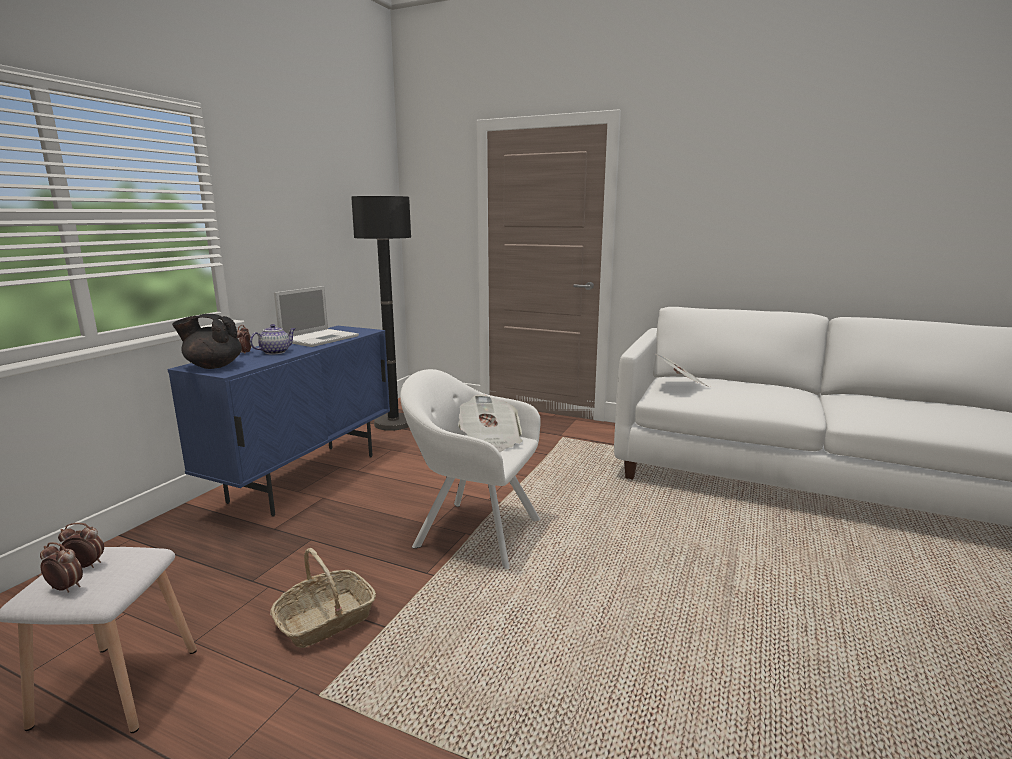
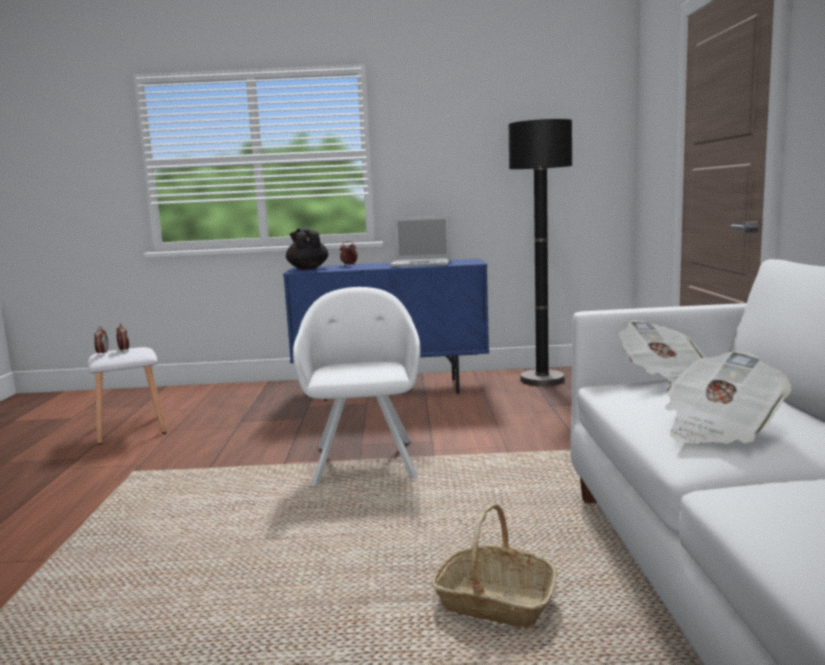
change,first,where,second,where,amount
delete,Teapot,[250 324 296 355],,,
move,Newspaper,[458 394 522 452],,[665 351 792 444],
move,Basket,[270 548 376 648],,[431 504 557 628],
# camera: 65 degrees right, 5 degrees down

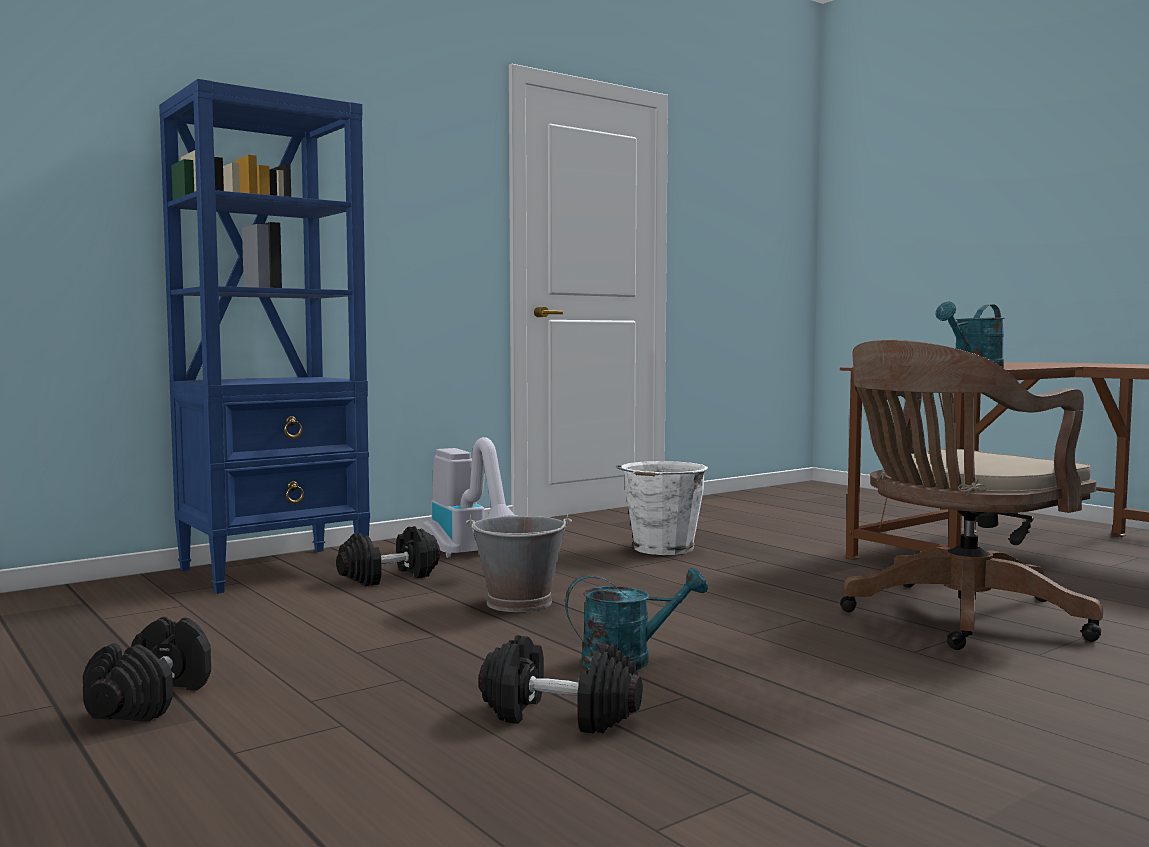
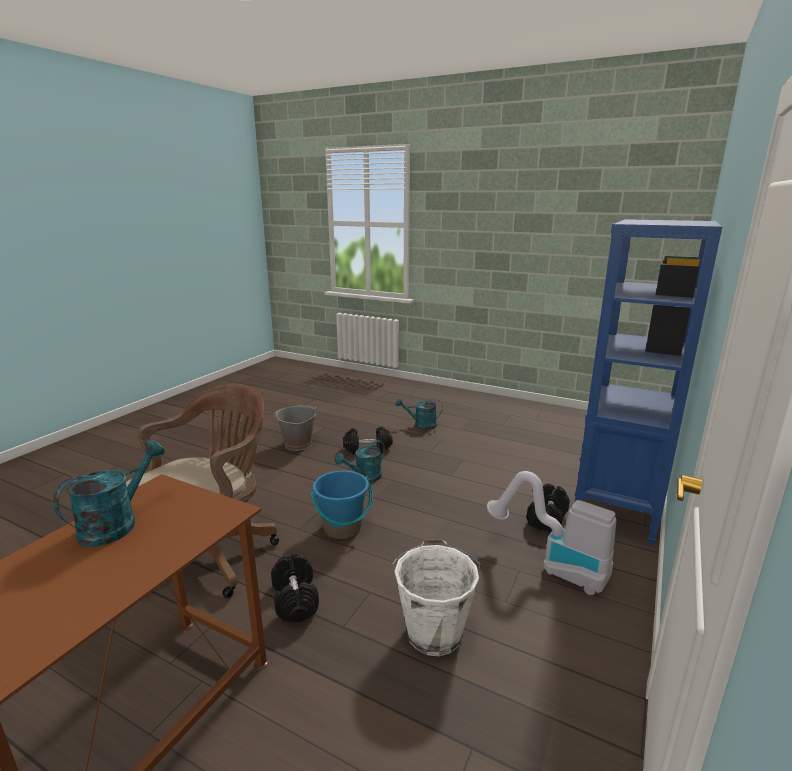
change,first,where,second,where,amount
move,GreyBucket,[466 514 572 612],,[274 405 317 451],
move,BlackDumbbell,[83 617 211 722],,[271 553 319 623],
insert,,,TurquoiseWateringCan,[395 398 443 430],
insert,,,BlueBucket,[311 471 372 539],
# camera: 155 degrees right, 15 degrees up

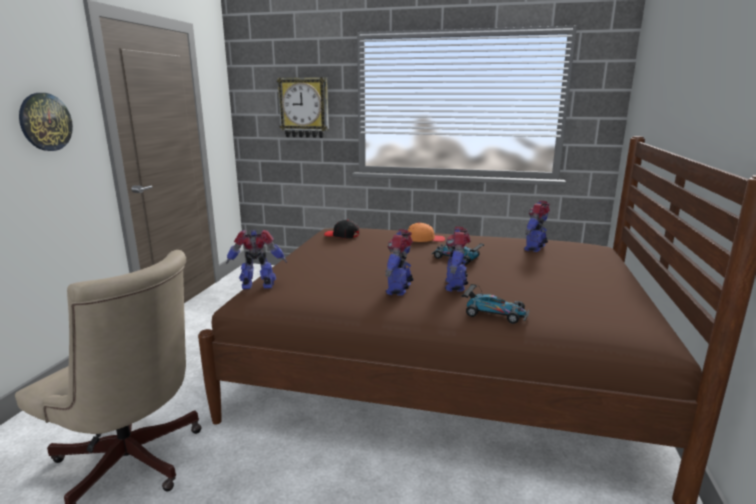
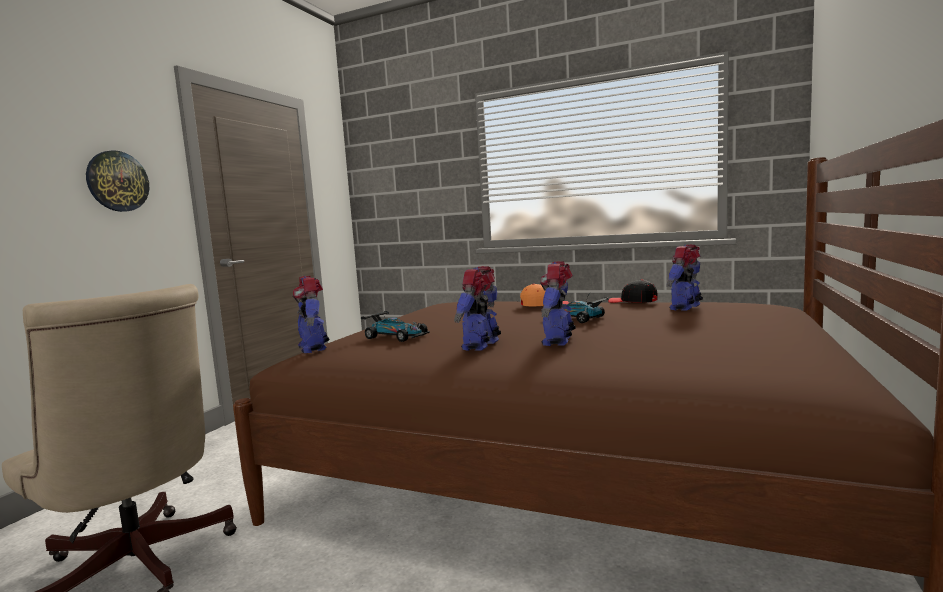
change,first,where,second,where,amount
delete,WallClock,[277 77 329 138],,,
move,BlackCap,[324 220 359 238],,[608 279 658 303],
rotate,ToyRobot,[226 230 287 289],,[293 276 329 353],120 degrees counterclockwise
move,ToyCar,[461 284 530 324],,[361 309 430 342],
# camera: 10 degrees right, 10 degrees down

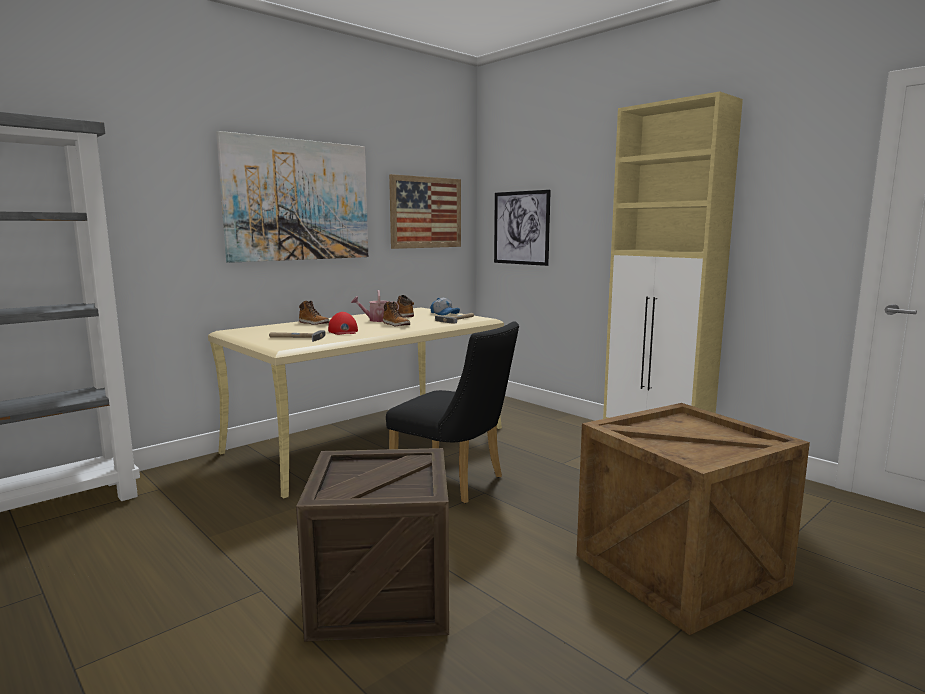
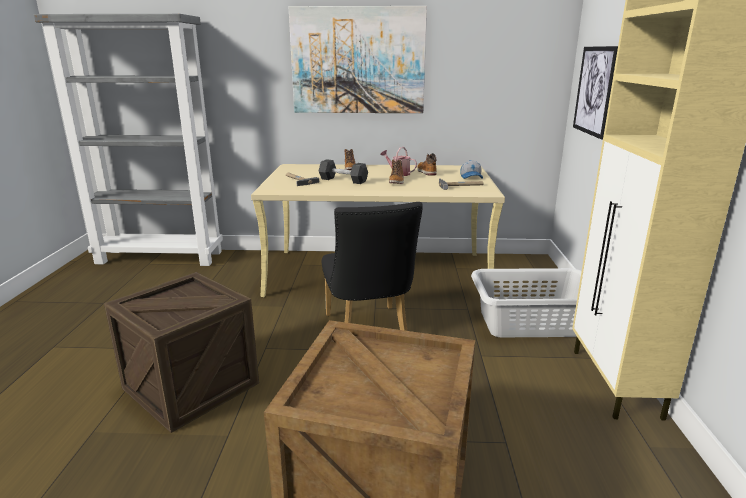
change,first,where,second,where,amount
delete,Picture,[389 174 461 249],,,
replace,RedCap,[328 312 358 335],BlackDumbbell,[319 159 368 184],
insert,,,GreyLaundryBasket,[471 268 582 337],
# camera: 45 degrees right, 10 degrees up

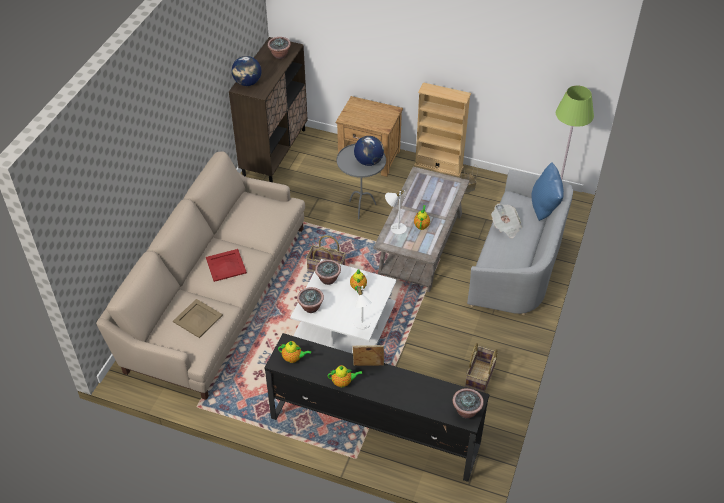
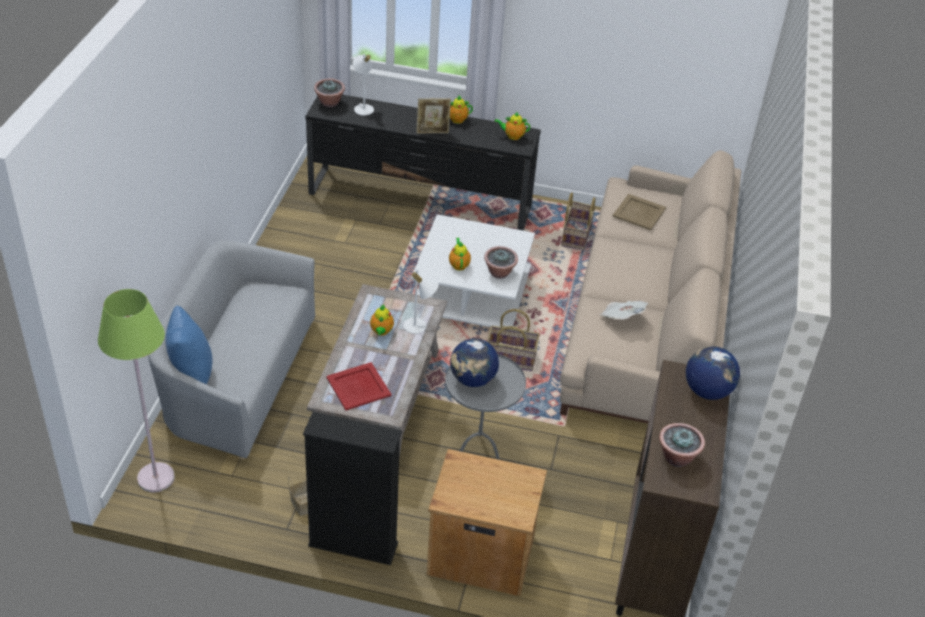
change,first,where,second,where,amount
recolor,BeigeBookcase,[414 82 471 177],BlackBookcase,[303 412 402 565],
move,Newspaper,[491 203 522 238],,[600 301 648 320],
move,RedTray,[206 249 247 282],,[326 362 391 411],
move,WhiteTableLamp,[354 285 372 329],,[353 54 374 115],
delete,PottedPlant,[297 287 324 313],,,
move,Basket,[465 343 498 393],,[561 193 596 251],
# camera: 170 degrees right, 5 degrees down

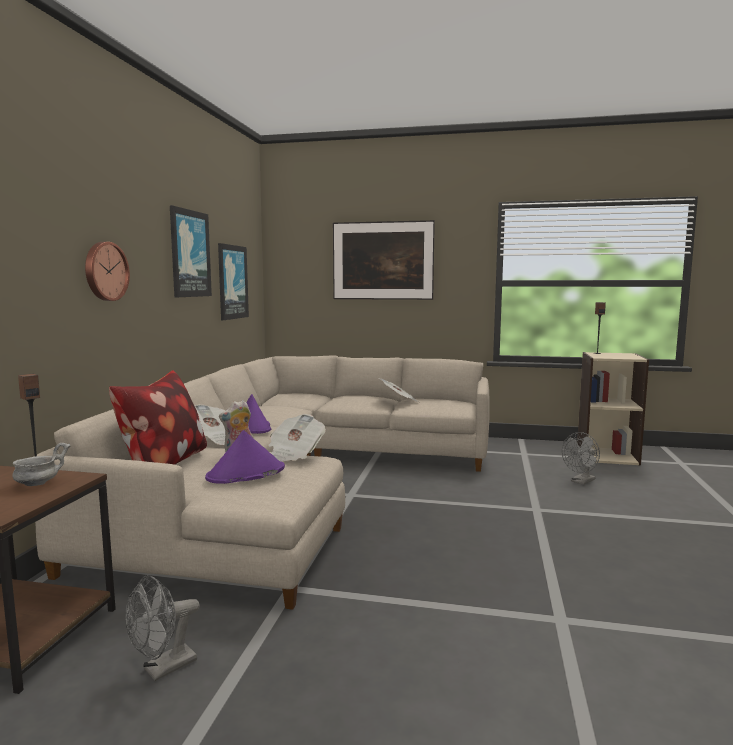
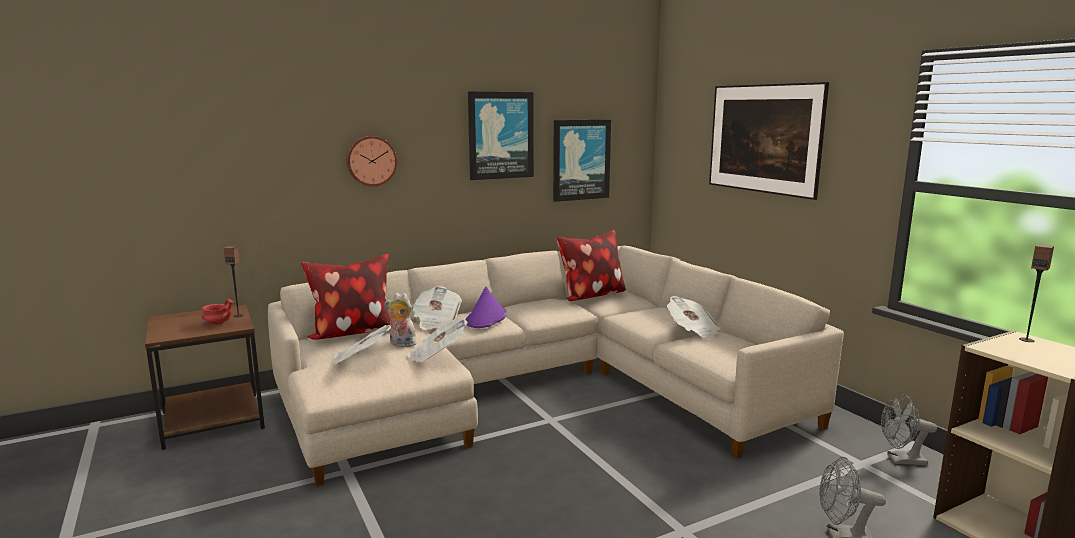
change,first,where,second,where,amount
replace,PurpleHat,[205 430 285 484],Newspaper,[333 325 391 365],
recolor,GreyBowl,[12 443 70 486],RedBowl,[202 299 234 325],
move,GreyFan,[125 575 200 681],,[881 394 937 465],
insert,,,Pillow,[556 230 626 301],
# camera: 50 degrees right, 5 degrees up

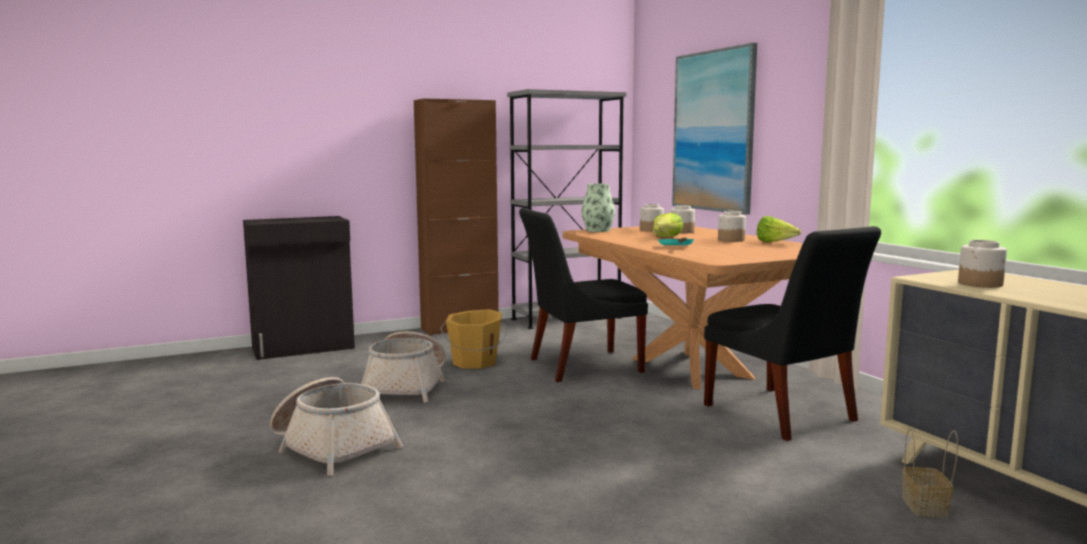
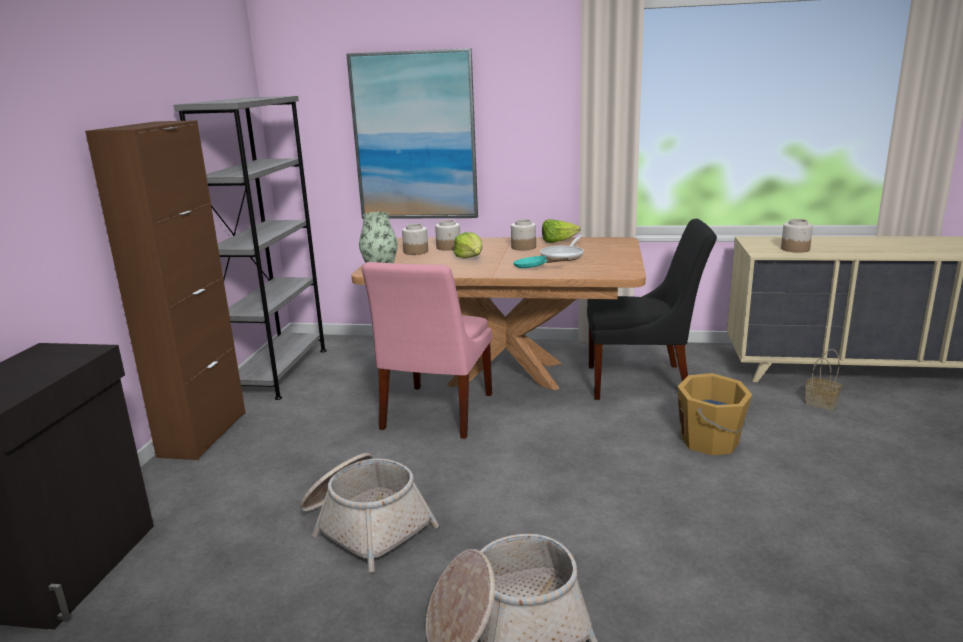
change,first,where,second,where,amount
recolor,BlackChair,[519 208 648 382],PinkChair,[362 262 492 439],
move,OrangeBucket,[440 309 508 368],,[677 373 752 455],
insert,,,FryingPan,[540 235 584 261],
# camera: 55 degrees left, 10 degrees up

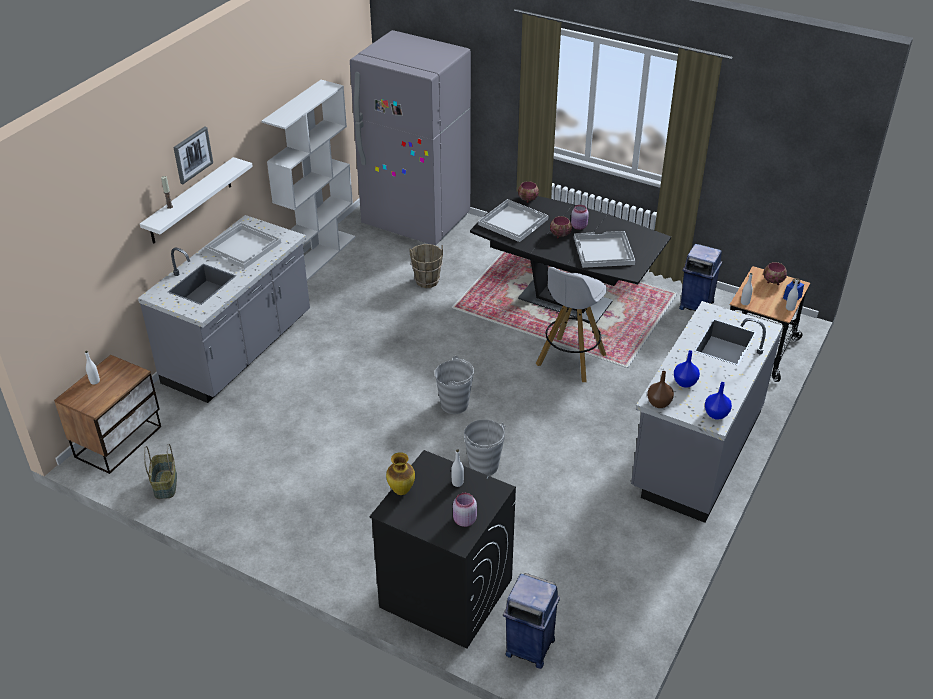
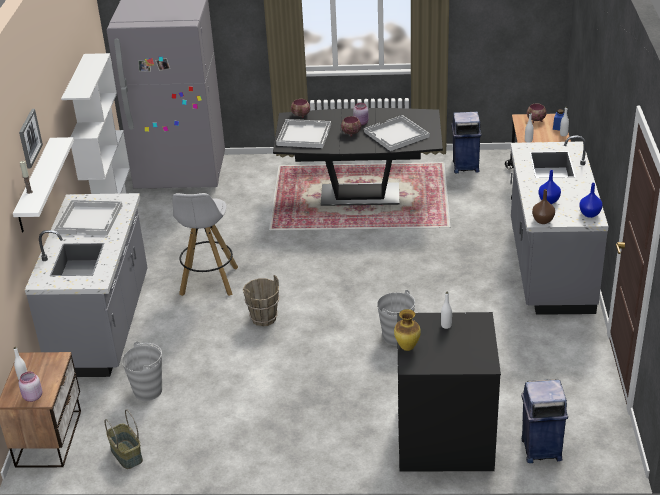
change,first,where,second,where,amount
move,BrownBucket,[409 244 443 288],,[243 275 279 326],
move,WhiteStool,[536 267 607 382],,[172 193 238 296],
move,GreyBucket,[435 356 474 414],,[122 341 162 401],
move,PinkJar,[453 493 477 527],,[18 371 42 402],
# camera: 25 degrees left, 5 degrees down

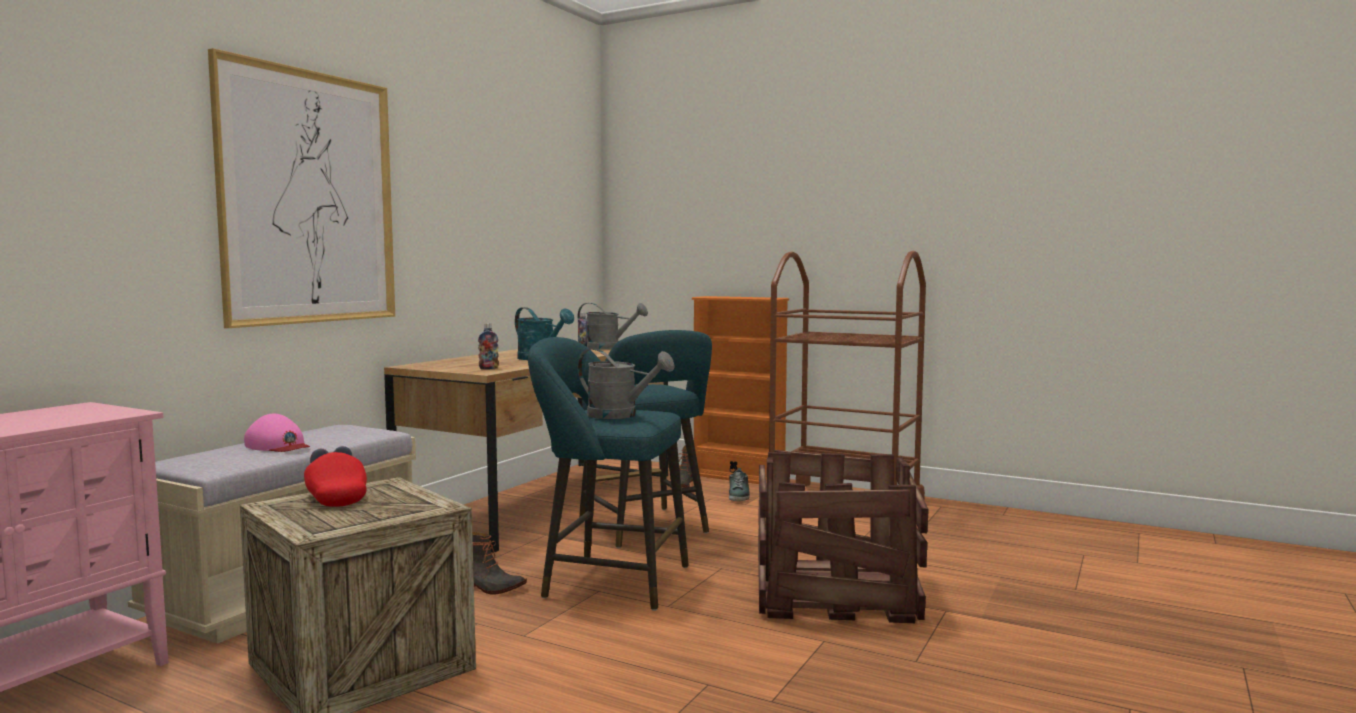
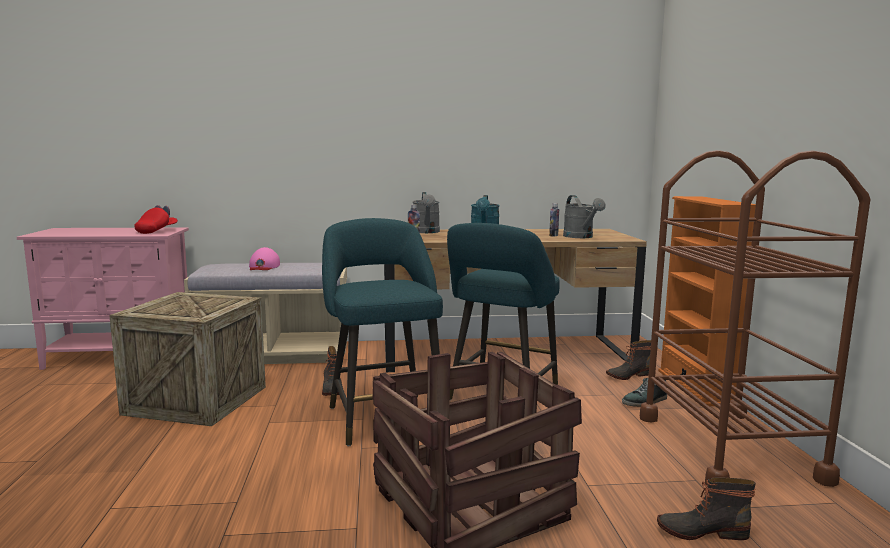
change,first,where,second,where,amount
delete,Picture,[208 48 395 328],,,
move,GreyWateringCan,[578 348 675 419],,[412 192 440 233],
move,RedCap,[304 446 367 507],,[134 205 178 234],
insert,,,Boot,[657 478 756 540],
# camera: 55 degrees right, 5 degrees up

